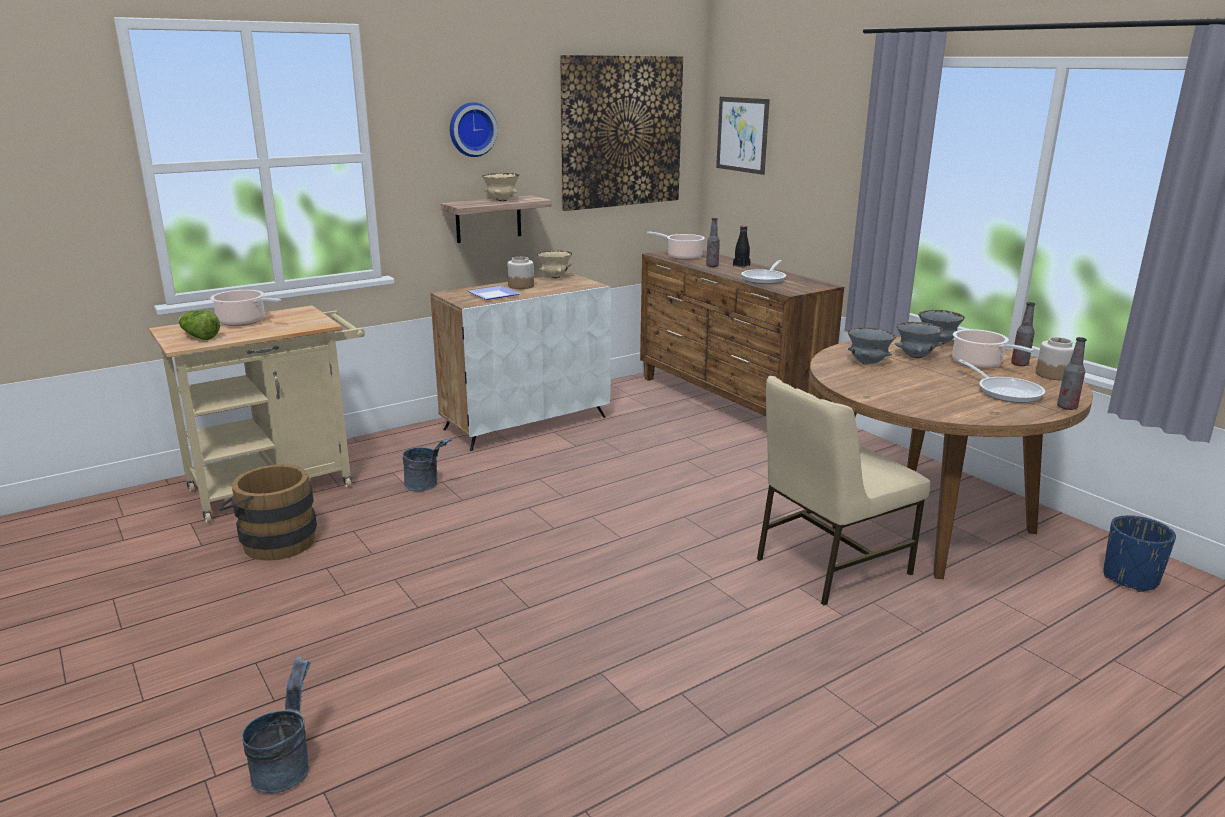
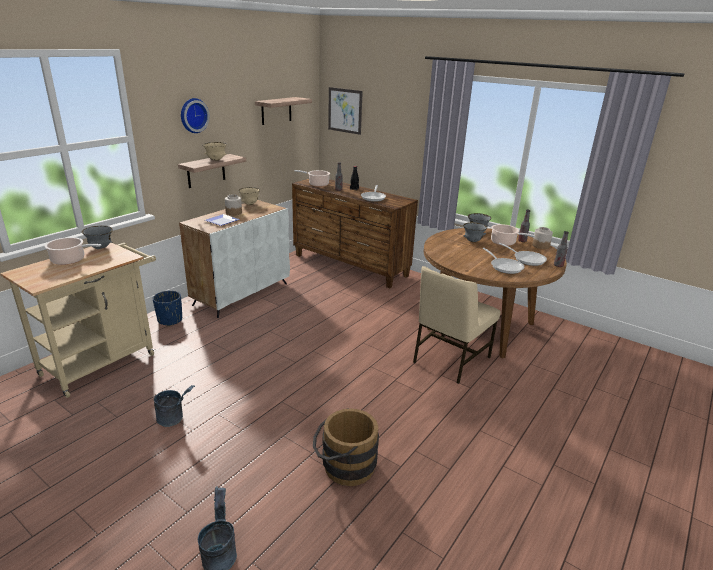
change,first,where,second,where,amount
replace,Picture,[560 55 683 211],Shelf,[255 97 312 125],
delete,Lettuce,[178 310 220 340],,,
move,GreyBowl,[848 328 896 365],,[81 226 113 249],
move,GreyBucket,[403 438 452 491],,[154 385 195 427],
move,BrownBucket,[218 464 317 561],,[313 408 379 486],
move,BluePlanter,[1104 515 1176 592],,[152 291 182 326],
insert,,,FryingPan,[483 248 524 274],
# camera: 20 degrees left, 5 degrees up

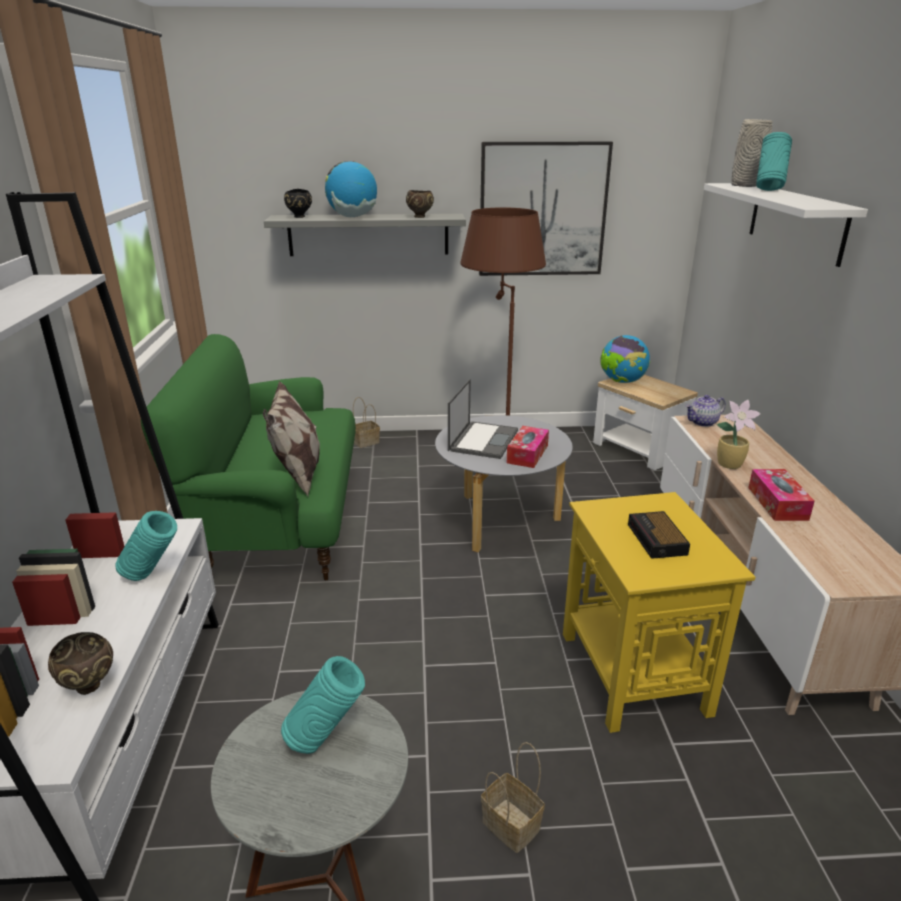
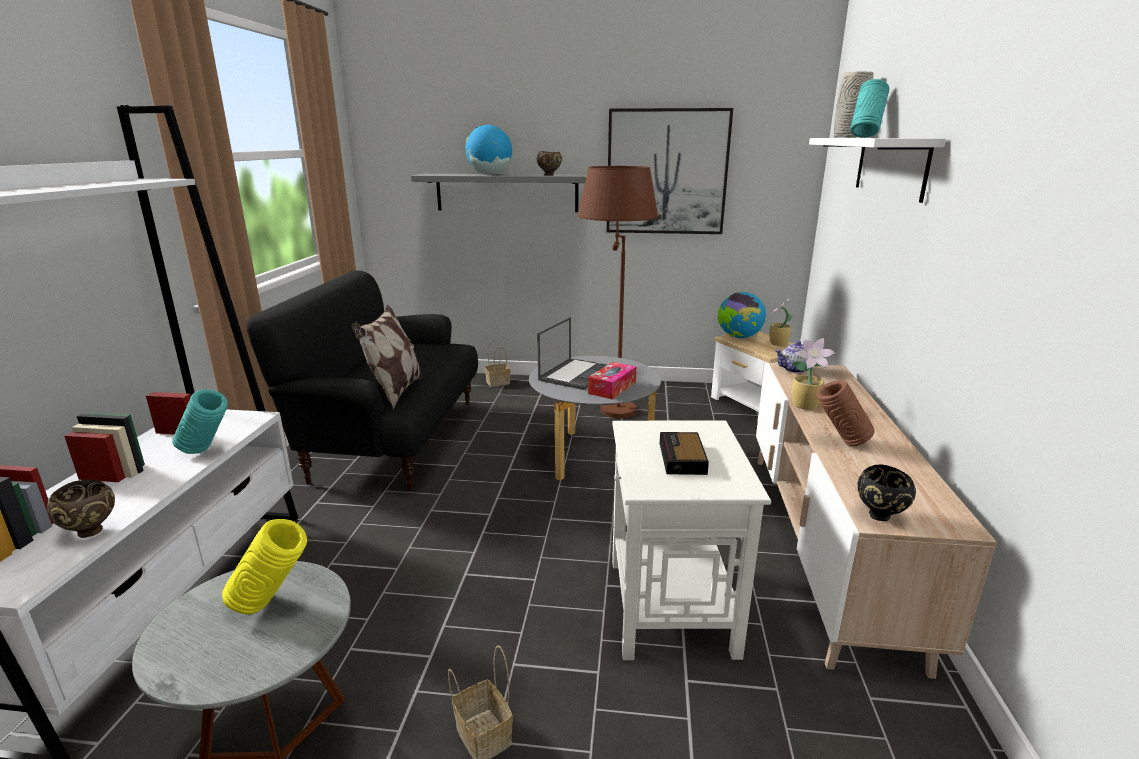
change,first,where,second,where,amount
move,BlackBowl,[284 189 312 218],,[858 464 916 521],
recolor,GreenSofa,[141 334 356 581],BlackSofa,[247 270 478 492],
replace,TissueBox,[748 469 815 521],BrownVase,[816 380 875 446],
recolor,YellowSideTable,[563 492 755 733],WhiteSideTable,[612 421 771 660],
recolor,TurquoiseVase,[281 656 365 754],YellowVase,[222 519 307 615],
insert,,,PottedPlant,[769 298 793 346],
# camera: 10 degrees right, 5 degrees down

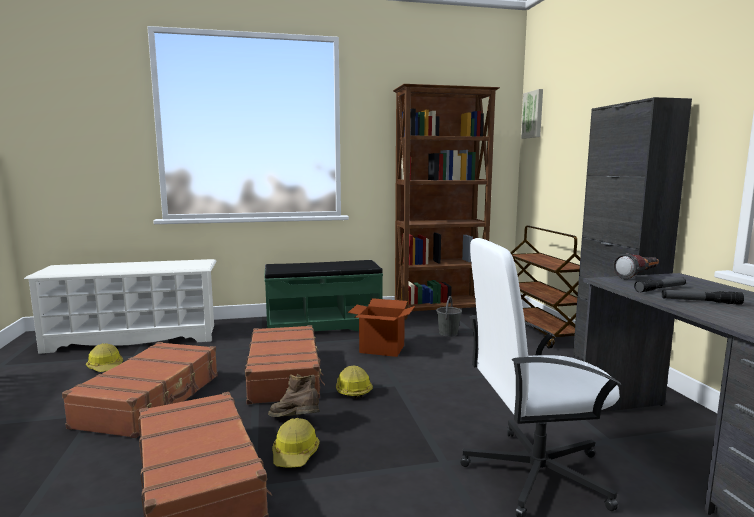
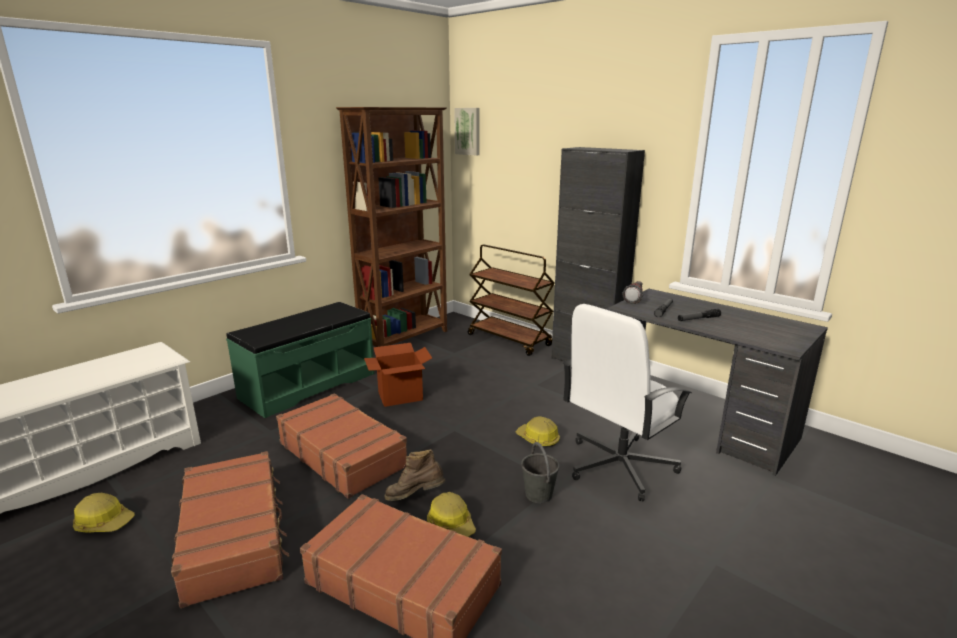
change,first,where,second,where,amount
move,GreyBucket,[436 296 462 337],,[521 442 559 503],
move,HardHat,[336 366 373 399],,[516 417 560 447],
# camera: 35 degrees left, 10 degrees up

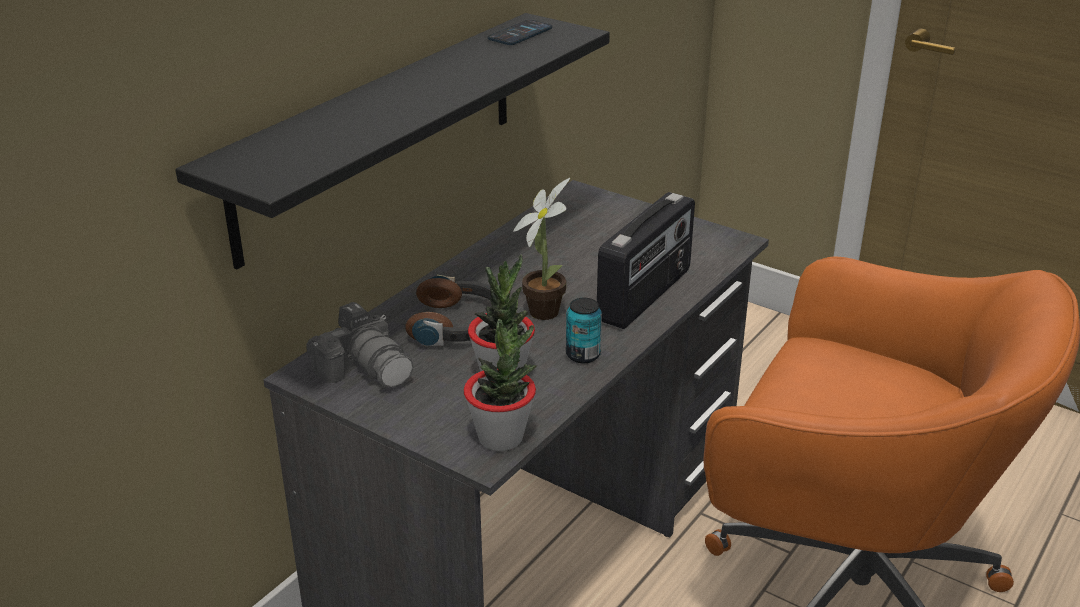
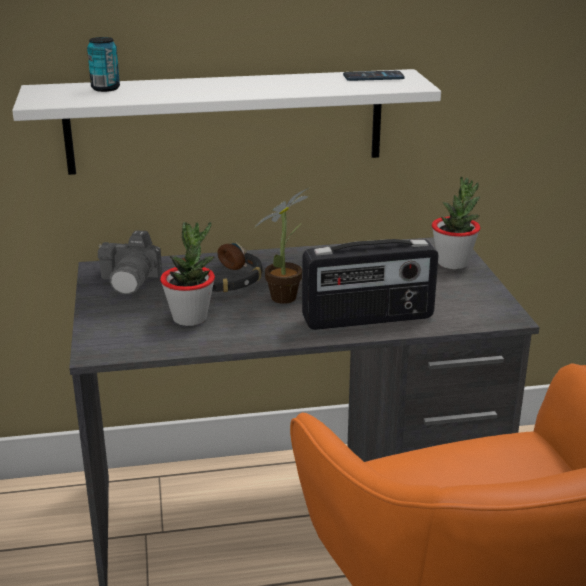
change,first,where,second,where,amount
recolor,BlackShelf,[175 13 610 269],WhiteShelf,[12 69 441 175],
move,Can,[566 298 602 363],,[87 37 120 92],
move,PottedPlant,[464 319 537 451],,[432 177 480 269],
# camera: 45 degrees right, 5 degrees down

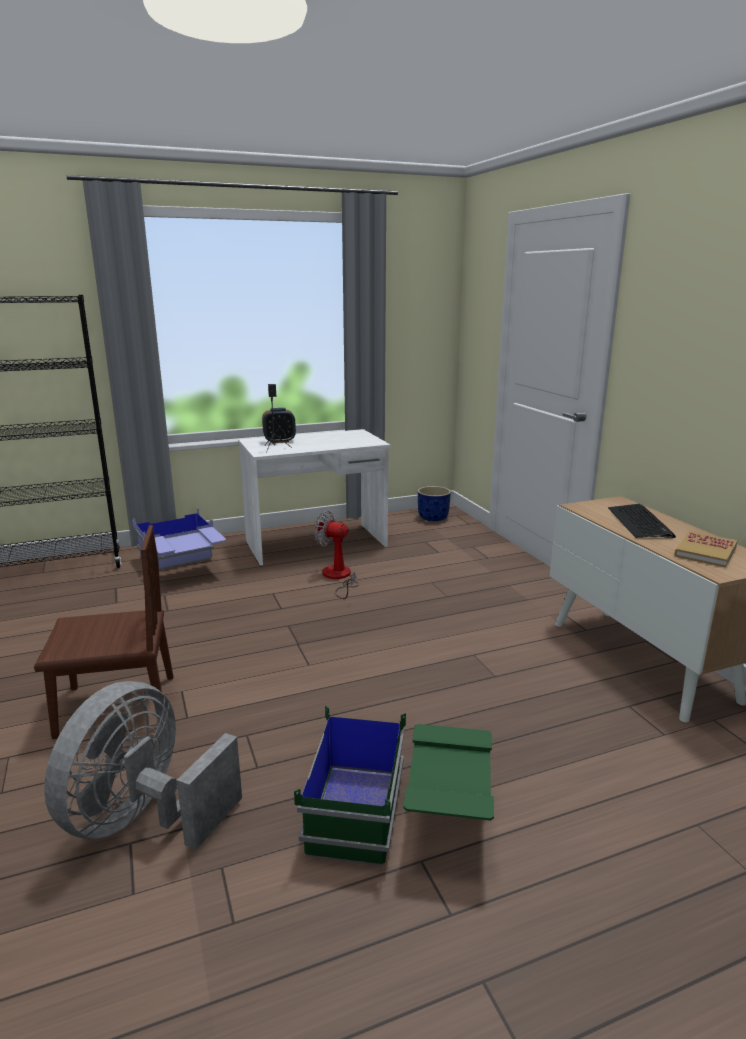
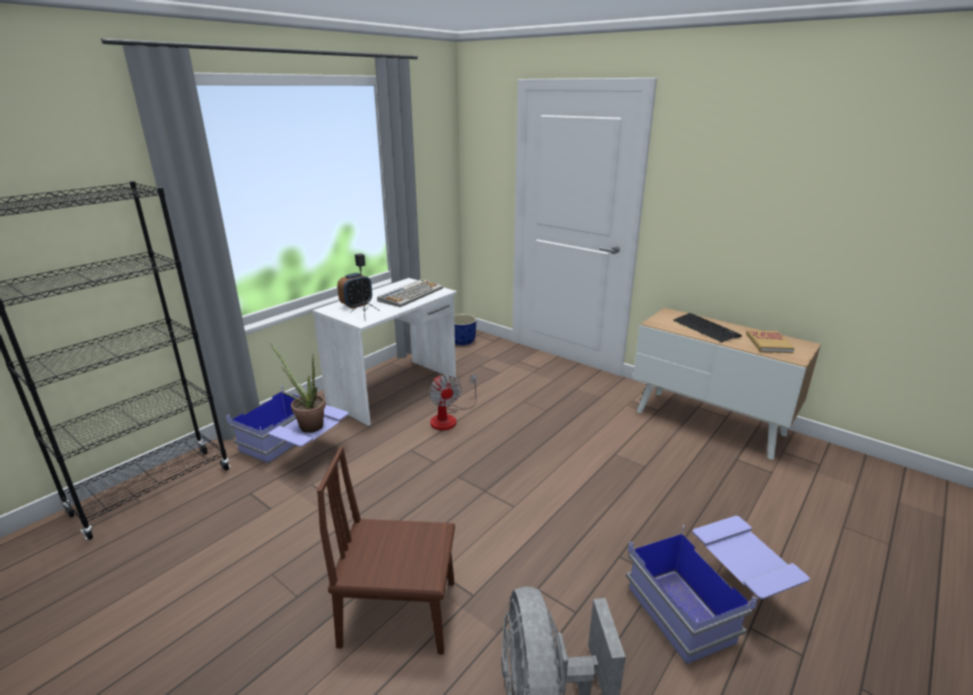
change,first,where,second,where,amount
rotate,Fan,[314 511 359 599],,[428 374 477 430],105 degrees counterclockwise
rotate,BrownChair,[34 525 173 739],,[317 447 455 655],135 degrees counterclockwise
recolor,GreenStorageBox,[294 706 494 866],BlueStorageBox,[626 516 810 664],
insert,,,Keyboard,[377 279 443 307],
insert,,,PottedPlant,[270 343 326 433],
# camera: 30 degrees left, 5 degrees up

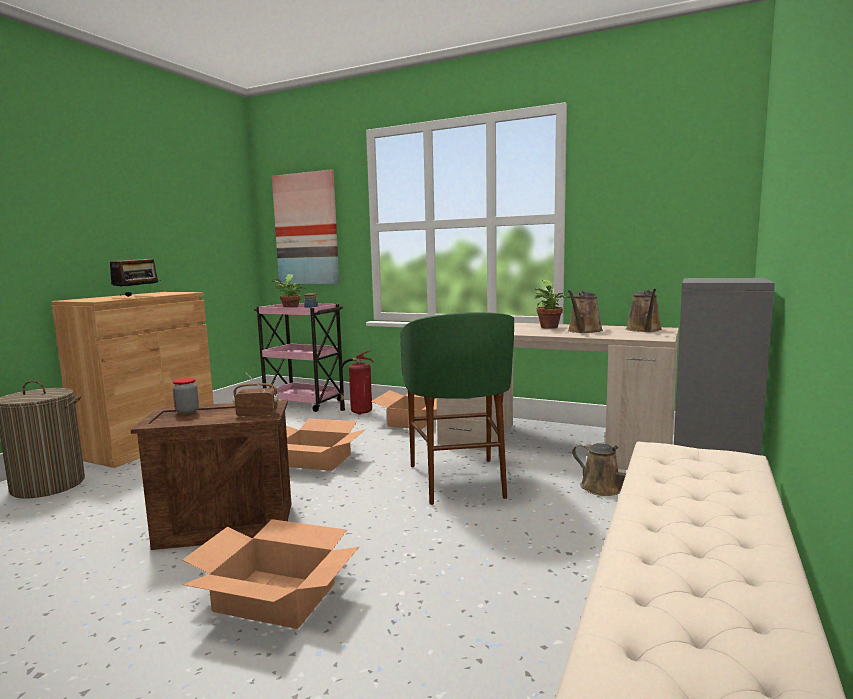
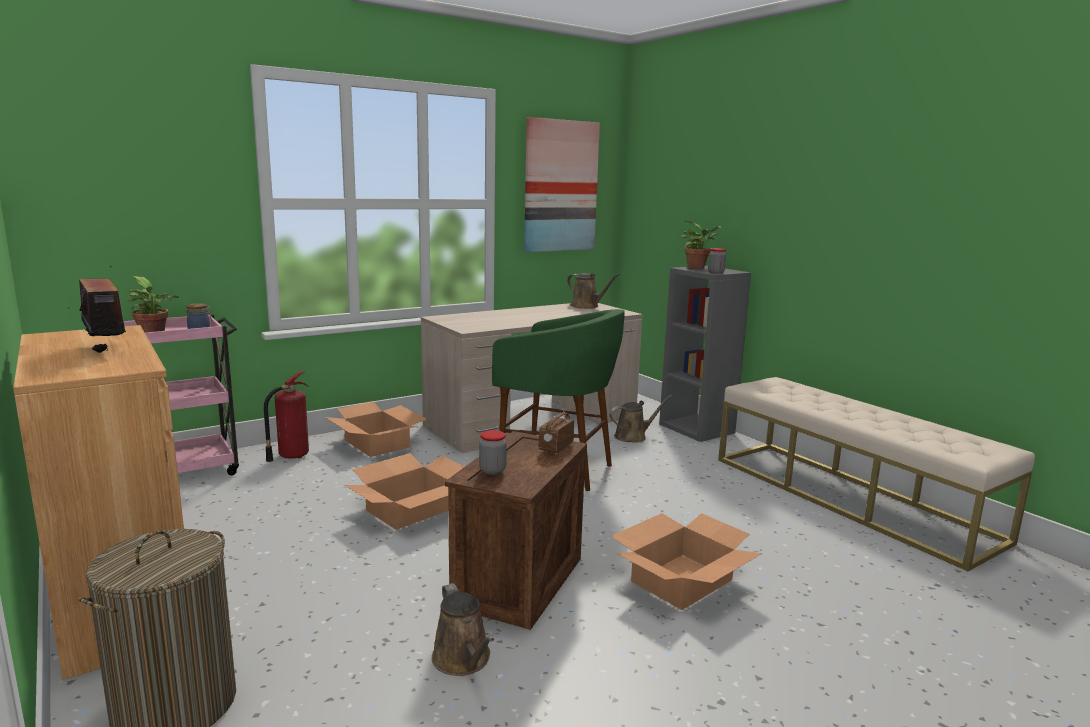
change,first,where,second,where,amount
move,Picture,[272 170 339 284],,[524 117 600 252],
move,PottedPlant,[535 280 571 329],,[681 221 721 269],
move,BrownWateringCan,[568 290 603 333],,[432 583 494 676],
insert,,,Jar,[708 248 726 274],
# camera: 60 degrees left, 5 degrees up

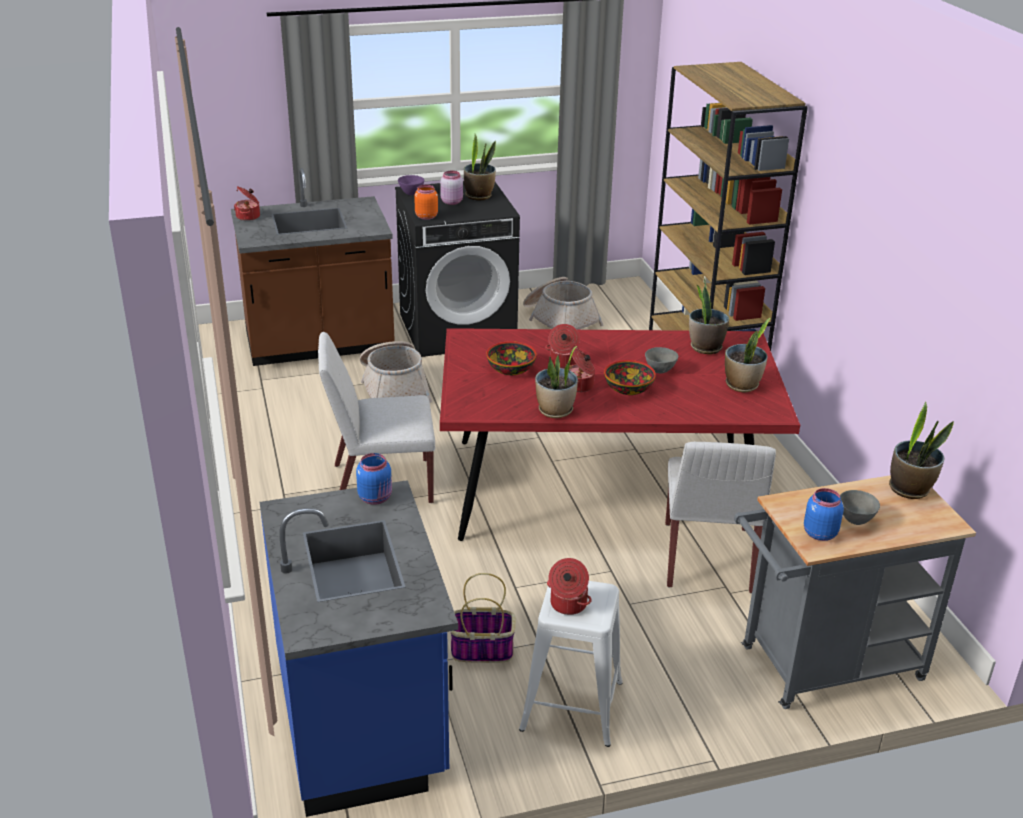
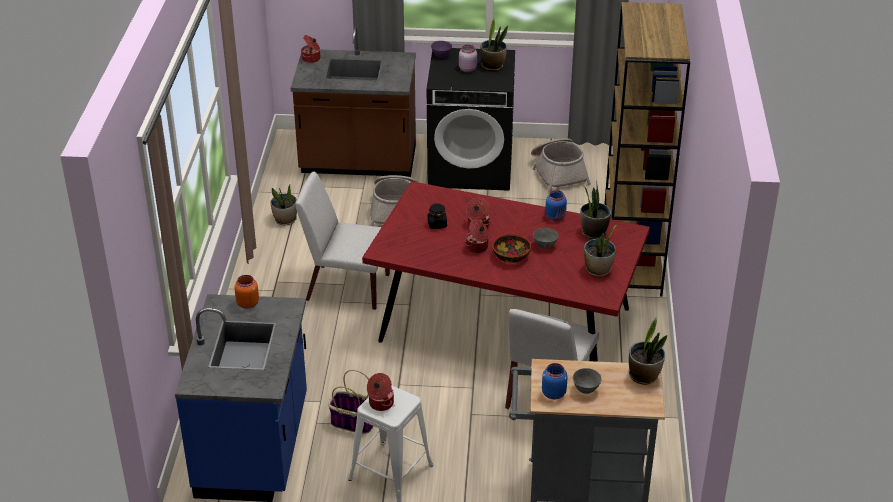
change,first,where,second,where,amount
move,OrangeJar,[414 185 438 220],,[234 275 259 309],
replace,Bowl,[486 341 537 375],BlackJar,[428 203 447 229],
move,PottedPlant,[535 346 578 418],,[270 185 297 225],
move,BlueJar,[356 453 392 505],,[545 190 567 221],
# camera: 20 degrees right, 5 degrees up

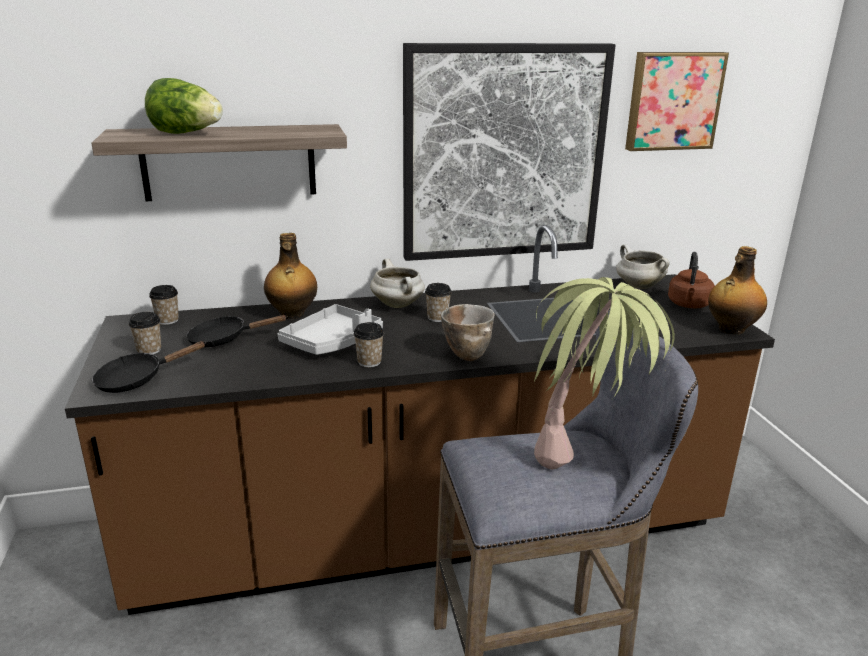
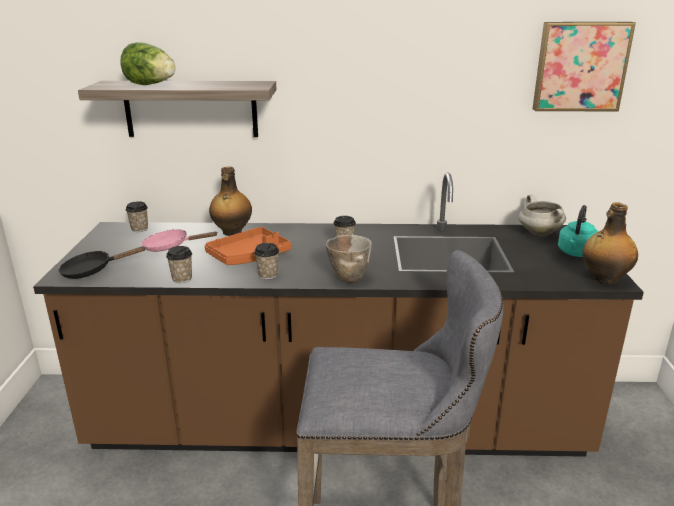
change,first,where,second,where,amount
delete,Picture,[403 43 616 261],,,
recolor,BrownKettle,[668 252 715 308],TurquoiseKettle,[558 205 598 257],
delete,WhiteCookingPot,[370 259 425 308],,,
delete,PottedPlant,[534 277 675 469],,,
recolor,GreyTray,[277 304 383 355],OrangeTray,[205 227 291 265],
move,Cup,[129 312 161 354],,[166 246 192 283],
recolor,BlackFryingPan,[186 315 288 347],PinkFryingPan,[142 229 218 252],
# camera: 15 degrees right, 0 degrees up

